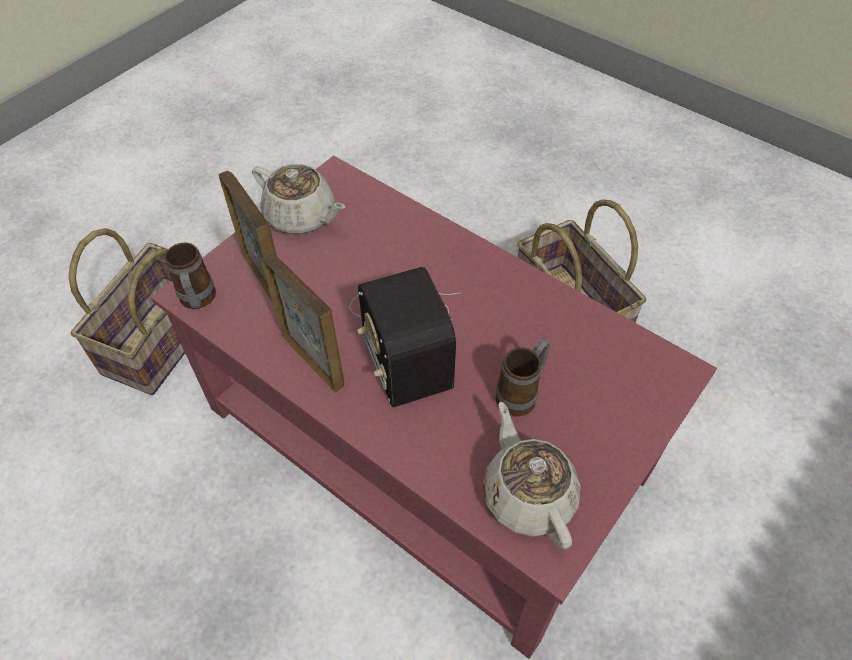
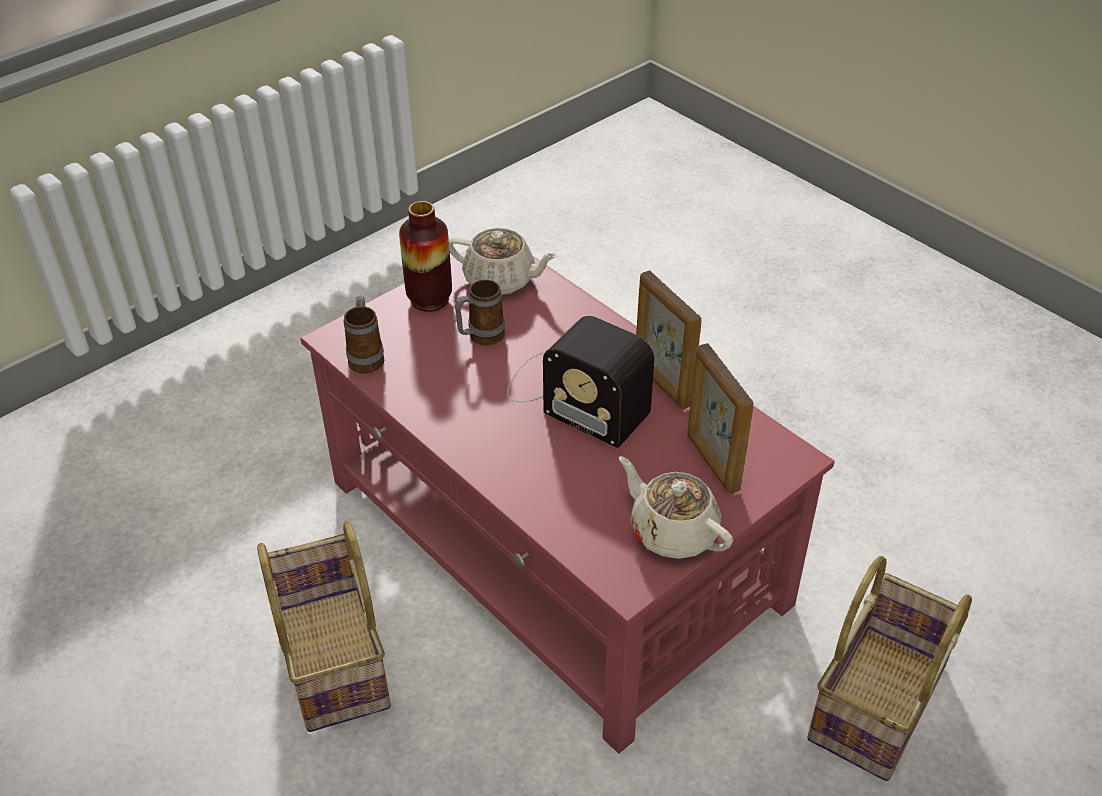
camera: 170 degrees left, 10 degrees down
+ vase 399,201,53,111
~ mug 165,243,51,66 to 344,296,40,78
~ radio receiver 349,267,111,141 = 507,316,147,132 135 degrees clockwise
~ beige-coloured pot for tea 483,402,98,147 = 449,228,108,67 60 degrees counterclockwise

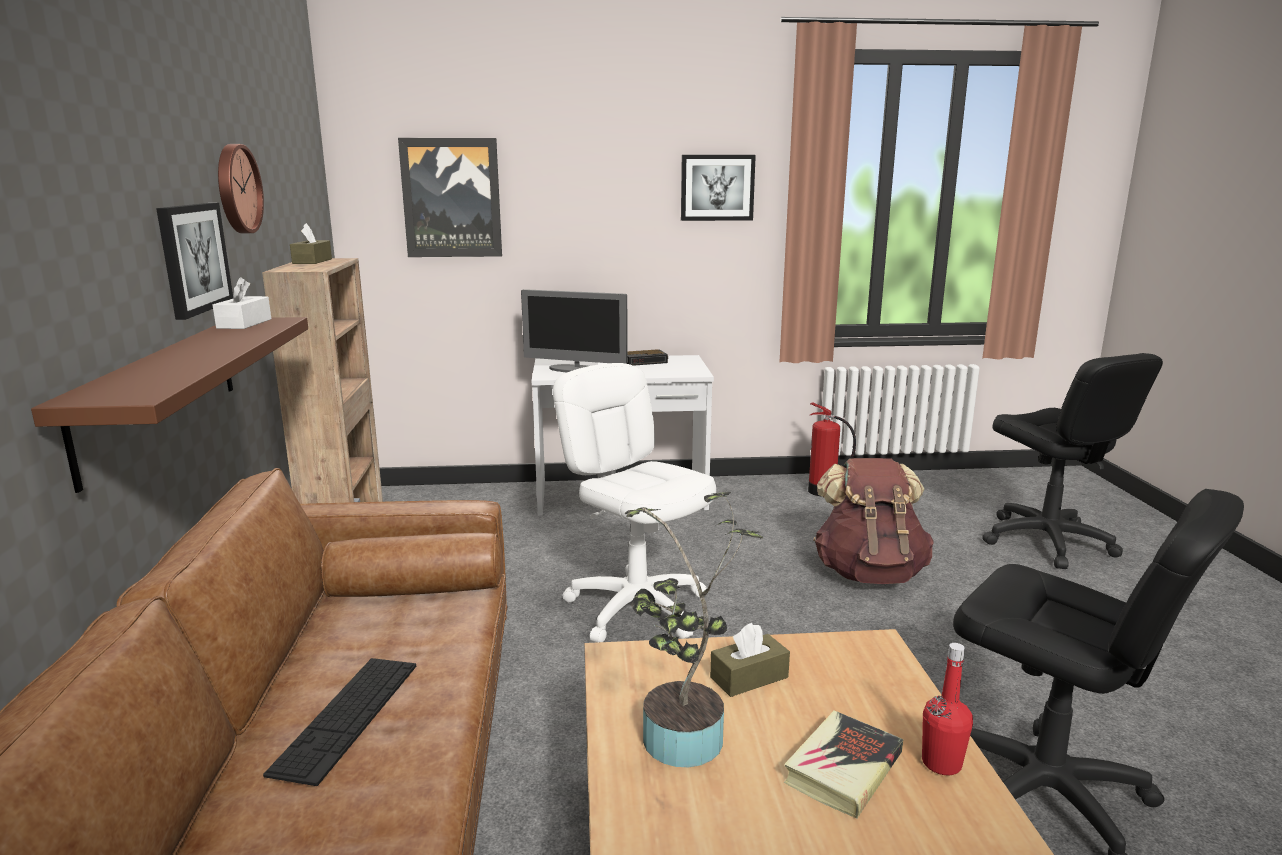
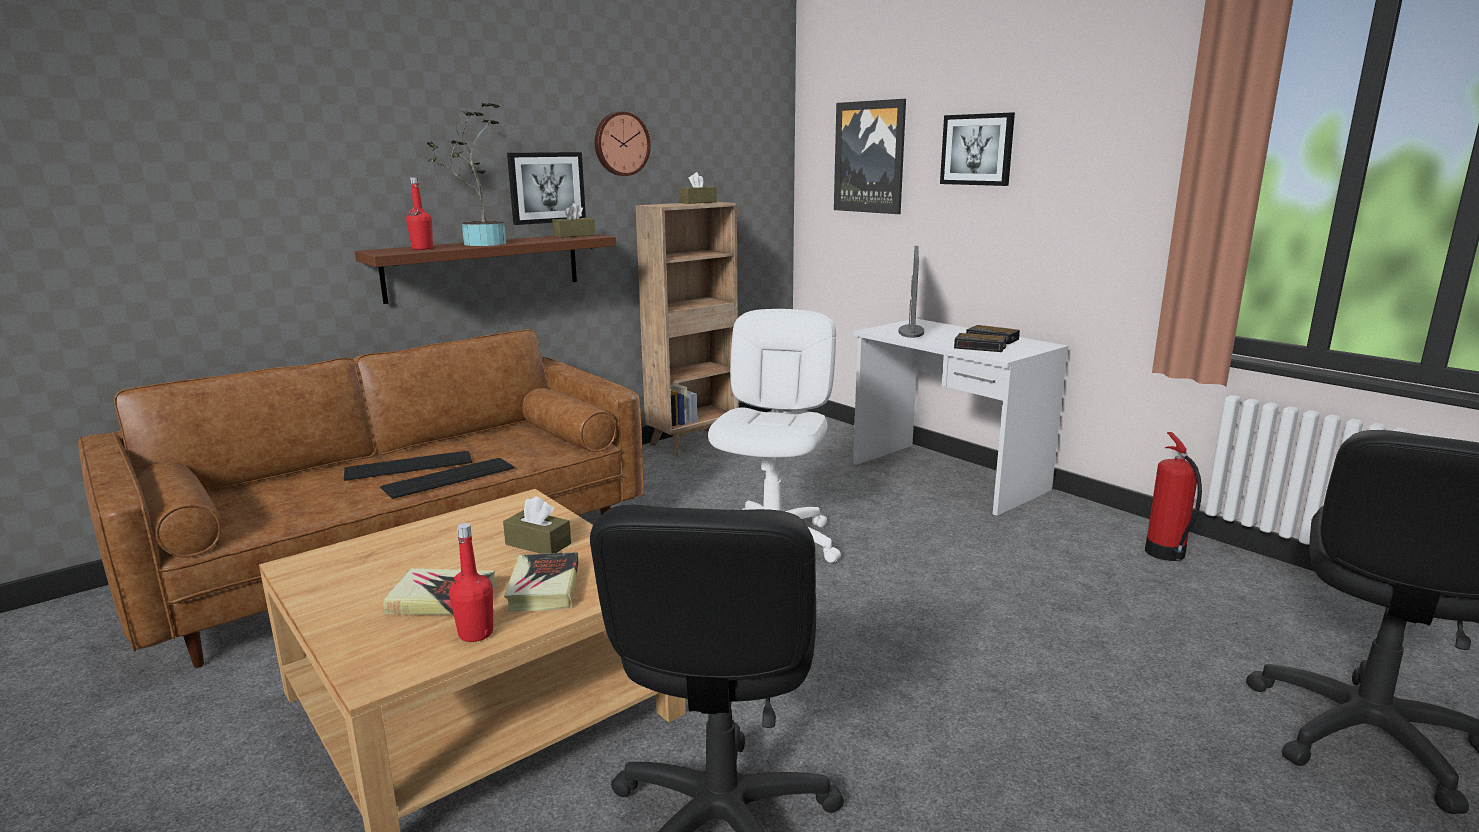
camera: 55 degrees right, 0 degrees up
- brown-coloured backpack 813,458,121,126
+ keyboard 380,458,134,41
+ red-coloured drink bottle 406,177,27,73
+ volume 504,552,74,59
+ bedside clock 954,333,52,19
~ plant in a pot 625,492,138,275 to 425,103,81,143
~ wall picture 681,155,75,66 to 940,113,75,73
~ white box of tissues 212,277,59,52 to brown-coloured box of tissues 552,203,43,35
~ computer screen 521,289,107,83 = 899,246,25,92 150 degrees counterclockwise

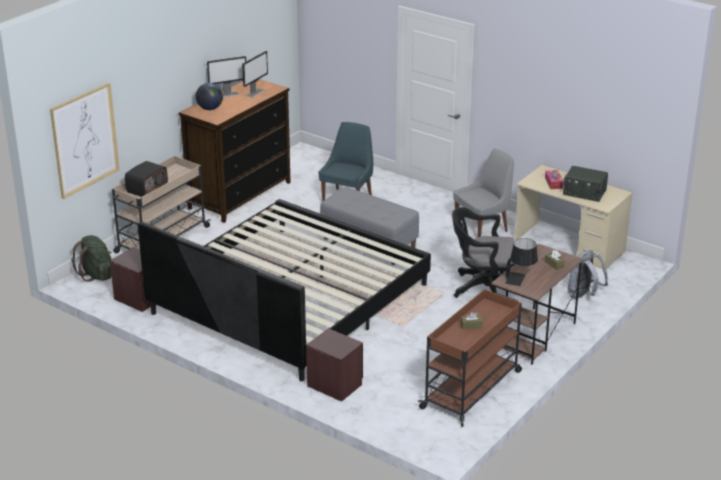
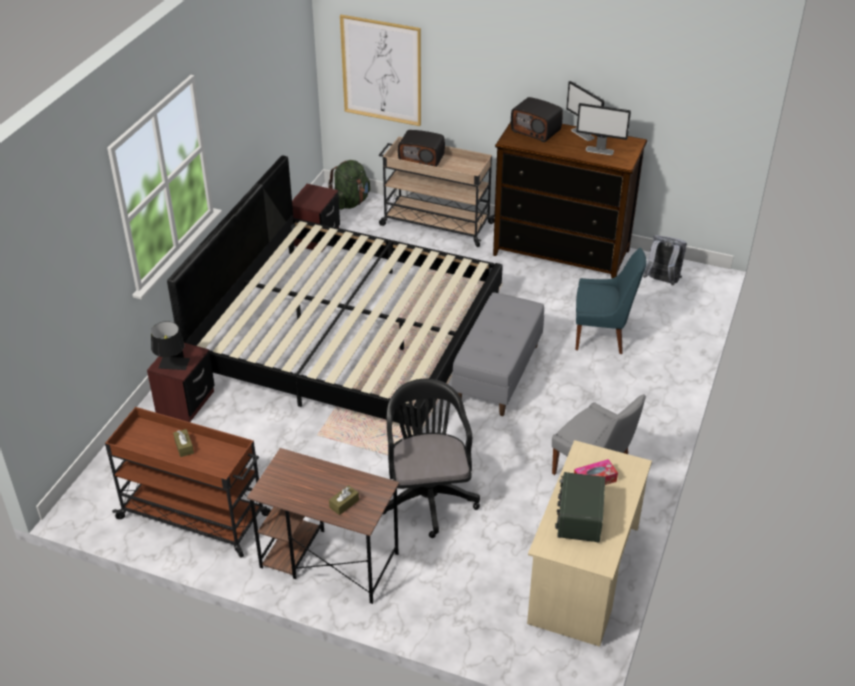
camera: 75 degrees right, 10 degrees up
~ blackish tabletop lamp 505,238,33,48 to 151,321,39,49
~ gray backpack 567,250,41,49 to 643,235,44,51
~ globe 196,83,27,27 to radio receiver 511,97,52,45

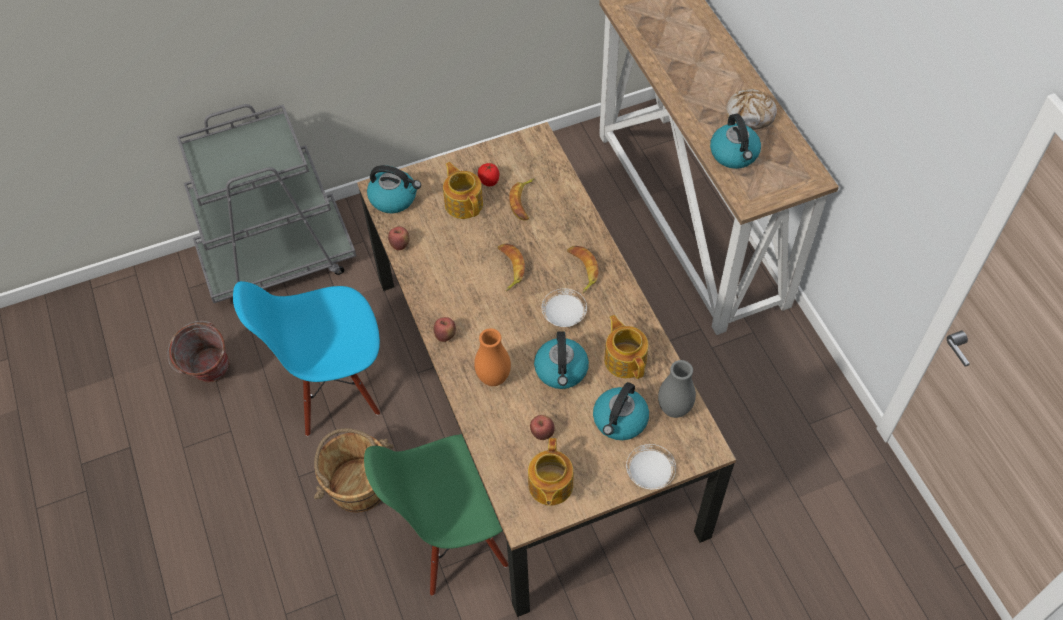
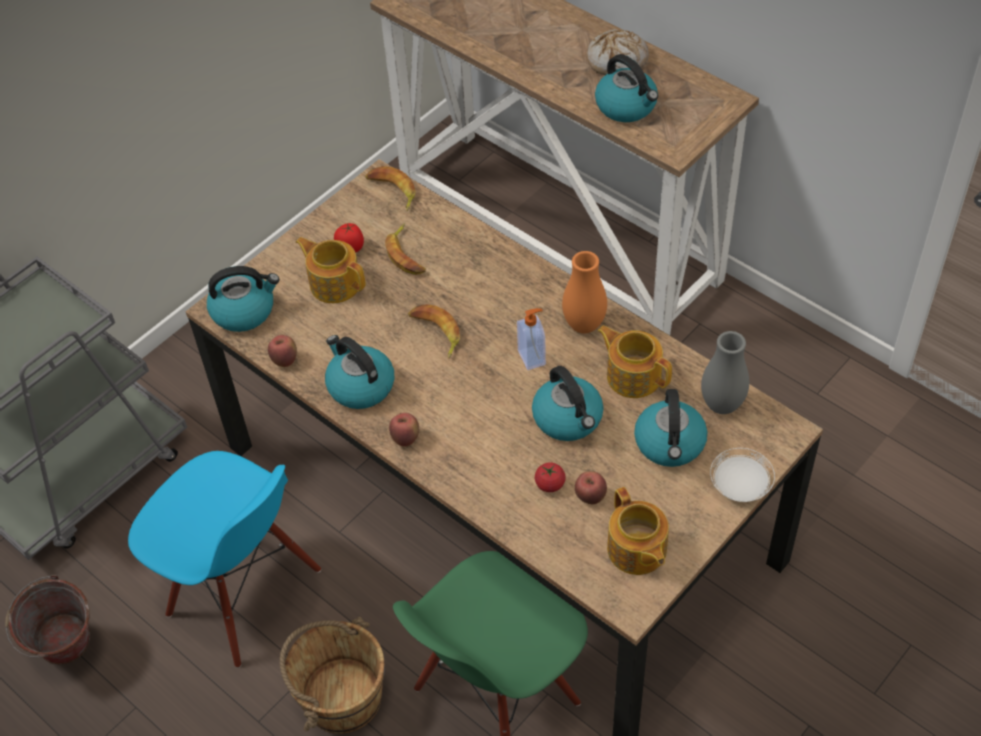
camera: 25 degrees left, 5 degrees down
+ tea kettle 325,335,69,74
+ whole tomato 535,462,31,30
~ orange-coloured vase 474,328,37,58 to 562,251,45,82
~ banana 567,246,31,47 to 365,166,51,45
~ white dinner plate 542,288,45,39 to liquid soap bottle 517,308,29,62
~ bluish chair 233,281,147,155 = 128,451,193,217 105 degrees counterclockwise

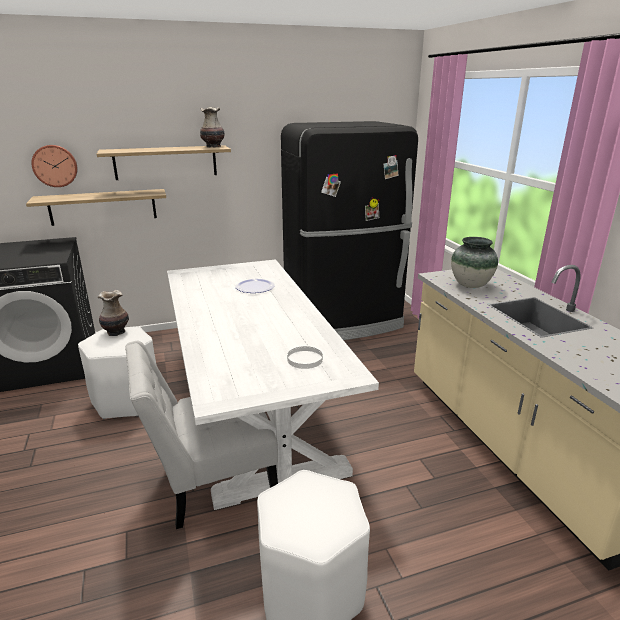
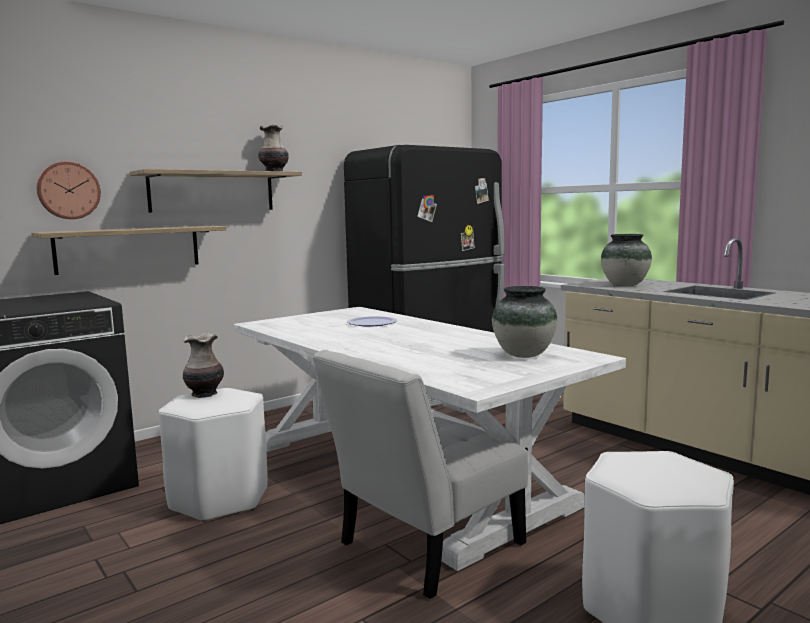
camera: 20 degrees left, 15 degrees down
~ white dinner plate 287,346,36,23 to vase 492,286,65,72

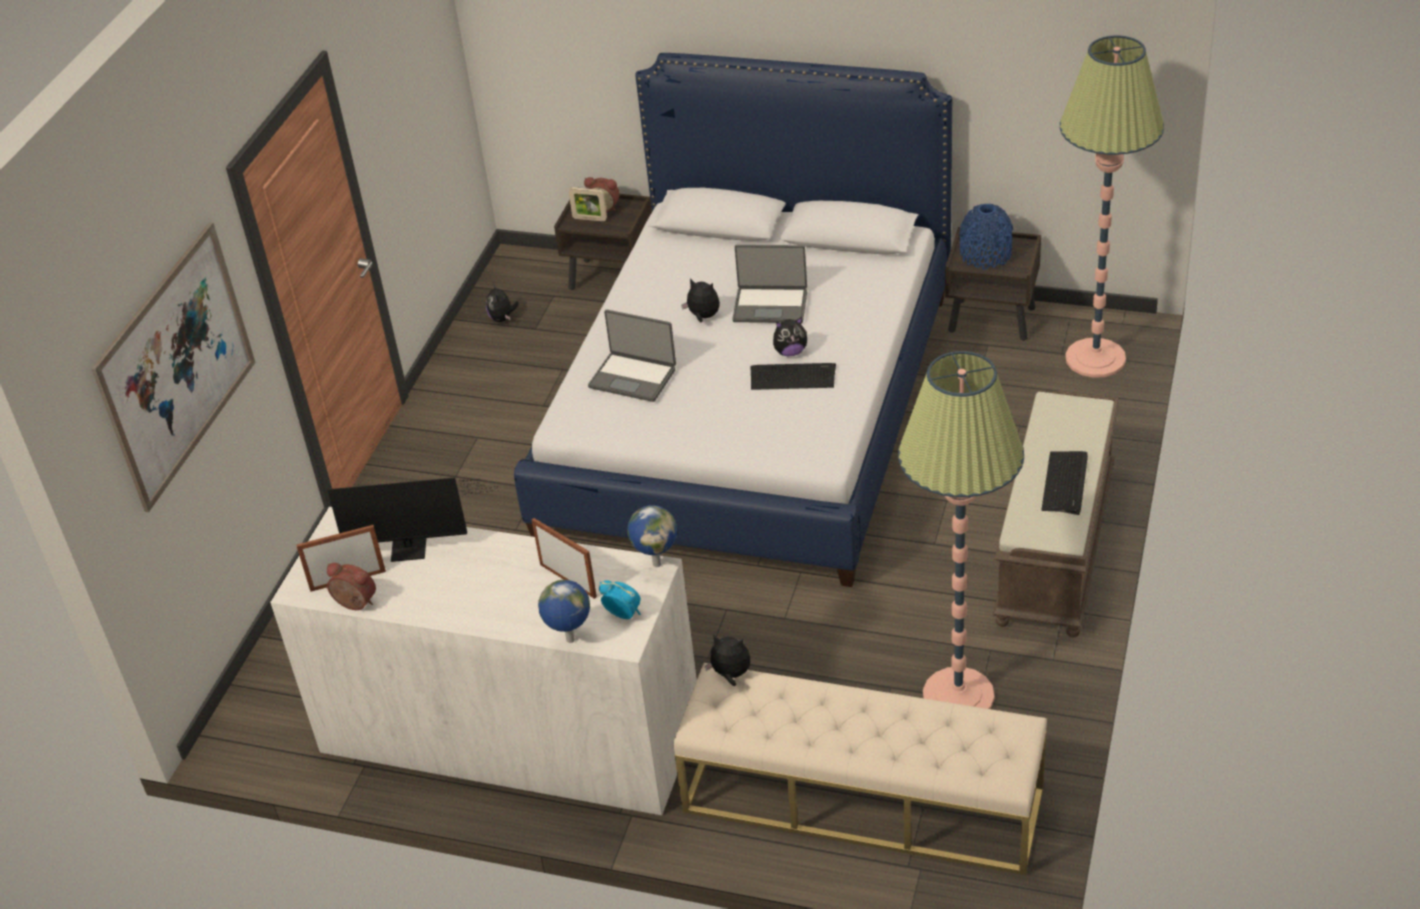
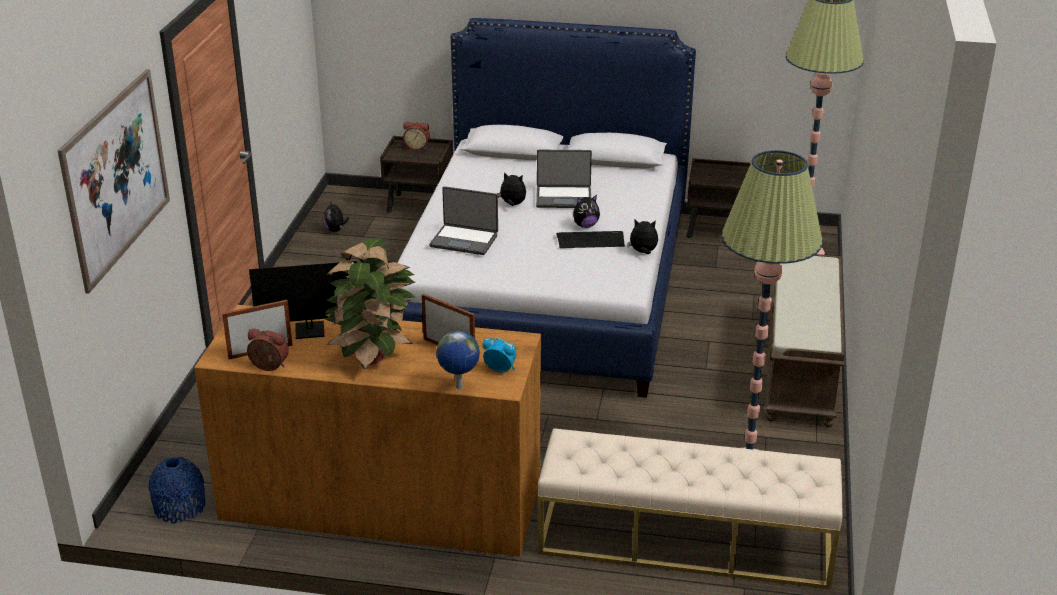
camera: 10 degrees left, 10 degrees down
- standing frame 569,187,38,34
- globe 627,505,50,62
- keyboard 1041,451,47,64
+ plant in a pot 324,238,91,132
~ soft toy 705,636,45,50 to 627,220,31,34
~ bluish vase 959,204,54,66 to 148,457,57,67
~ white dresser 270,507,427,308 to brown-coloured dresser 194,305,347,252

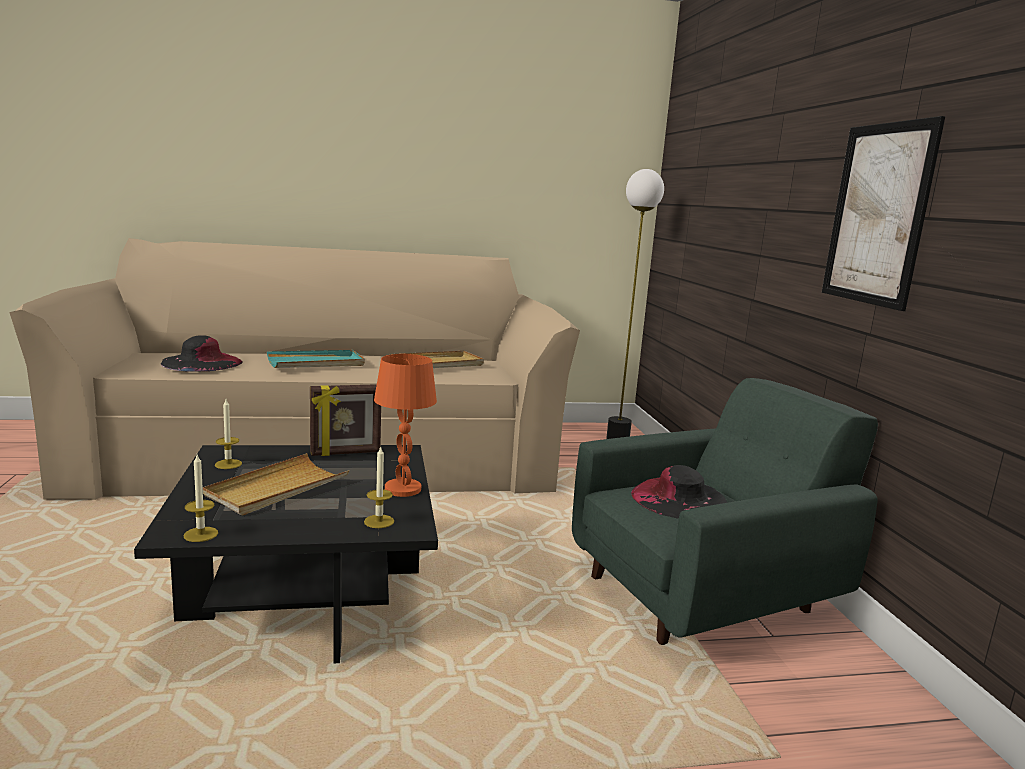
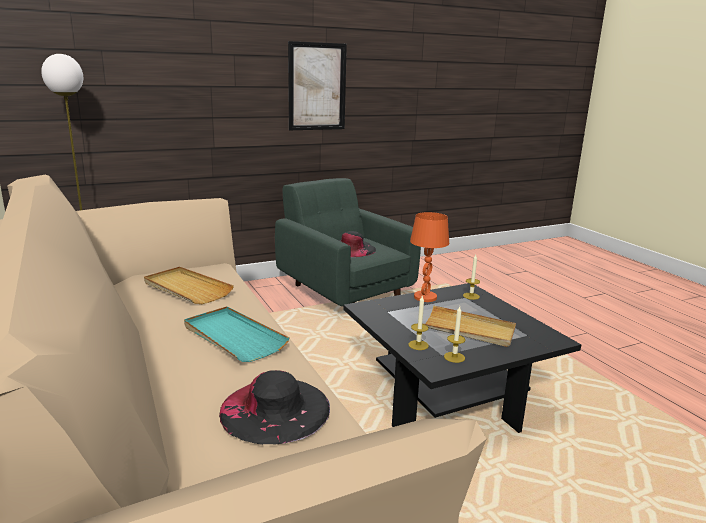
camera: 105 degrees left, 5 degrees up
- standing frame 310,384,71,72
~ wax candle 184,455,34,87 to 408,296,21,54

